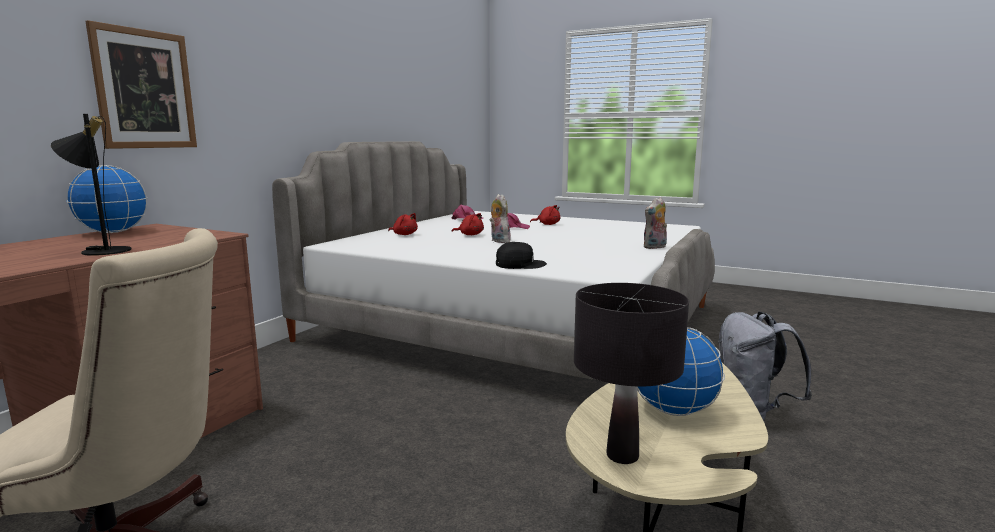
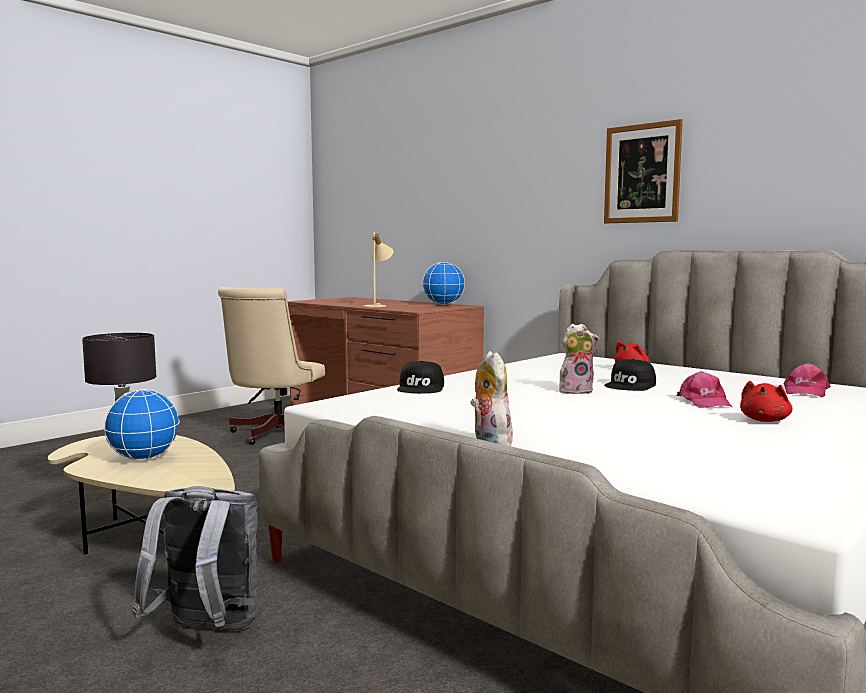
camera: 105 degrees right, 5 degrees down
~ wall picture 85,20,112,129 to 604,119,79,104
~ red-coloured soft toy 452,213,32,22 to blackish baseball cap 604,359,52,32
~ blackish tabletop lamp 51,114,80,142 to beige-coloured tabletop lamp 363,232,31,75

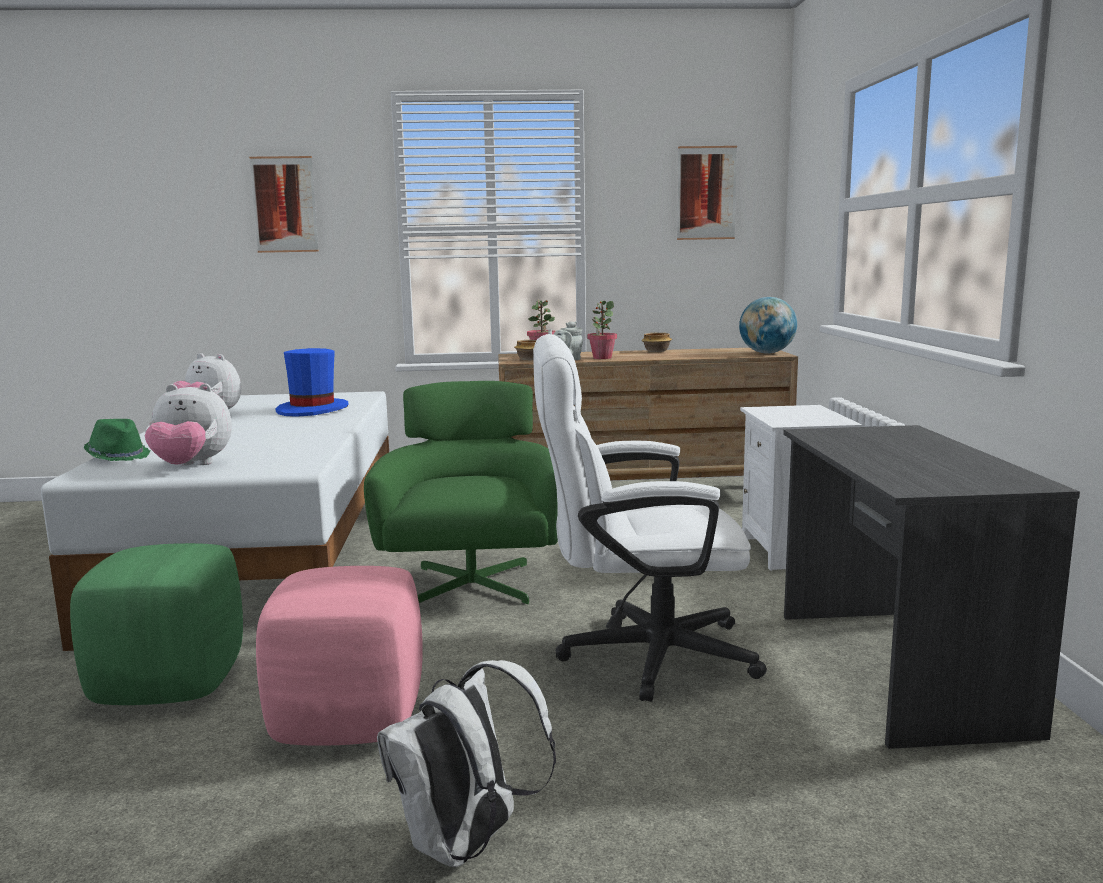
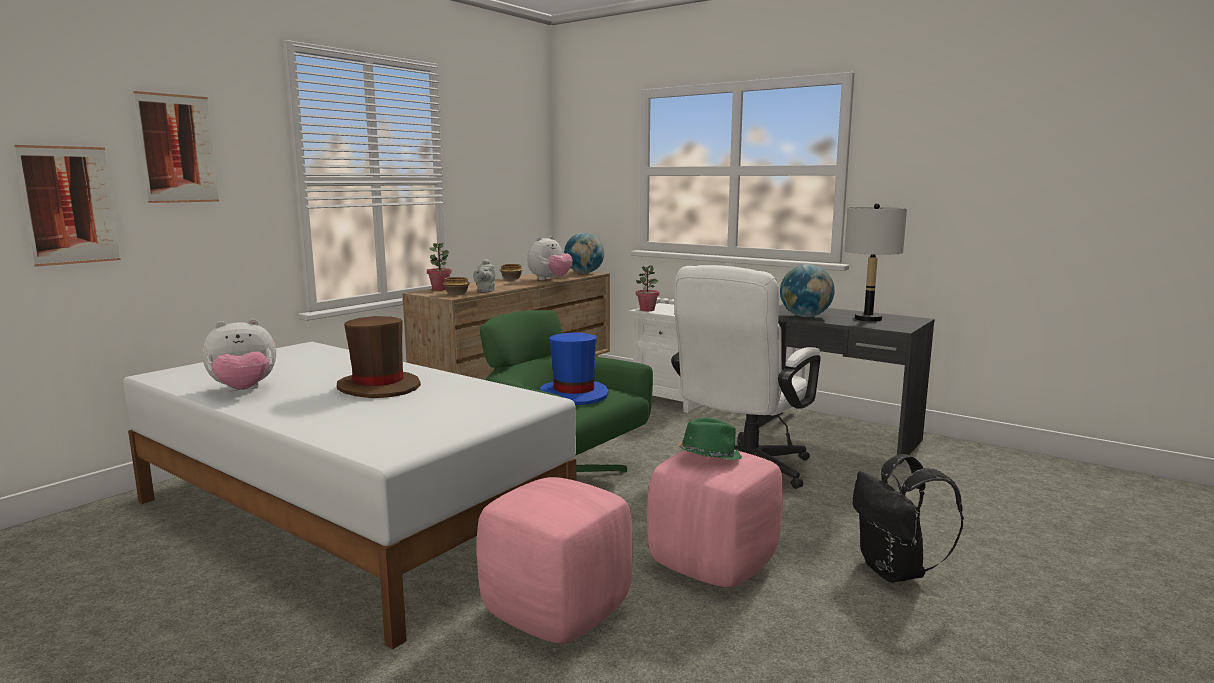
camera: 50 degrees left, 0 degrees up
+ brown-coloured wearable hat 337,316,84,82
+ globe 780,264,55,53
+ gray tabletop lamp 844,203,63,119
~ green-coloured wearable hat 84,419,66,42 to 677,418,65,42
~ soft toy 145,383,87,82 to 527,236,46,44
~ bluish wearable hat 275,348,74,68 to 540,332,69,73
~ plant in a pot 587,301,30,58 to 636,265,23,46
~ wall picture 677,146,60,94 to 14,145,107,122
~ green-coloured pouffe 70,543,173,162 to pinkish pouffe 477,477,156,166
~ white backpack 377,660,179,207 to blackish backpack 853,454,111,129

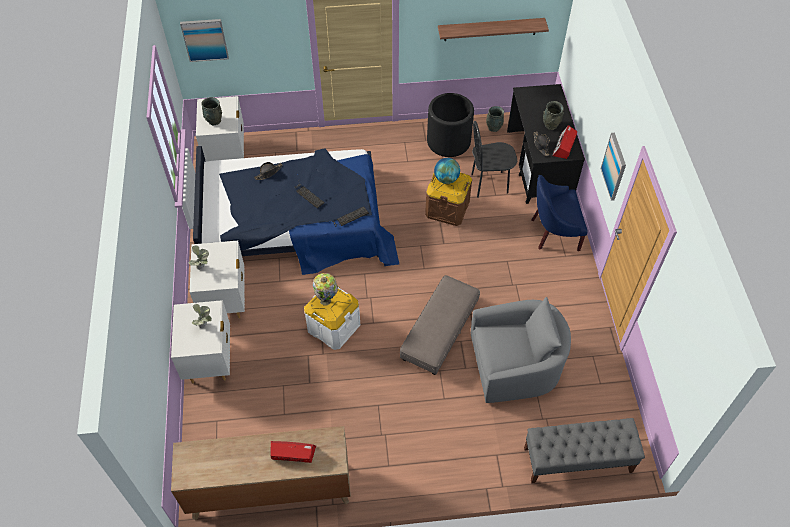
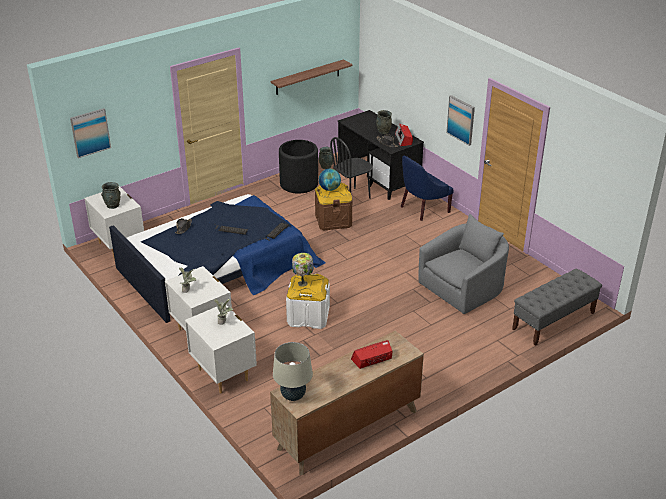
camera: 30 degrees left, 20 degrees down
- gray pouffe 400,275,80,100
+ beige-coloured tabletop lamp 273,342,40,59

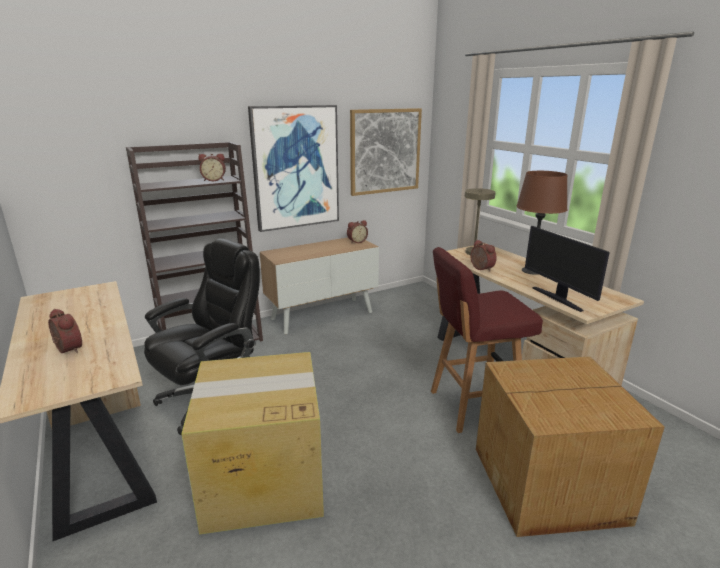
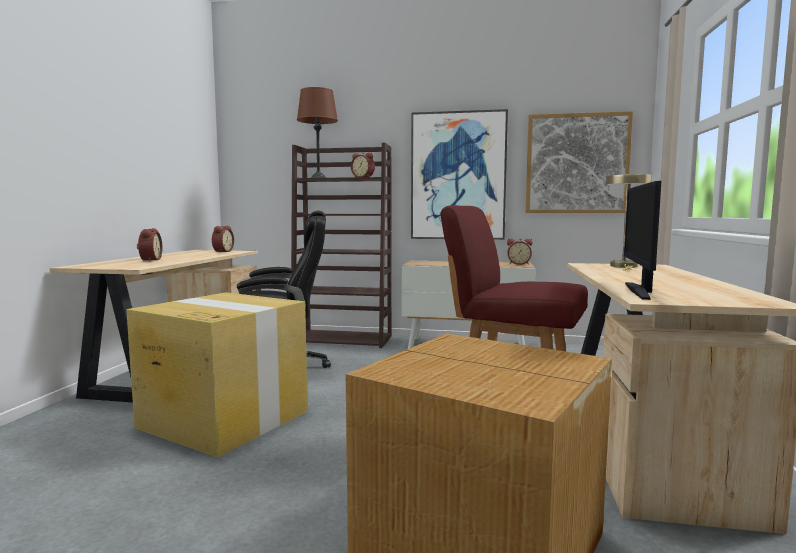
camera: 40 degrees right, 15 degrees down
~ bedside clock 471,240,26,31 to 212,226,22,26
~ brown-coloured tabletop lamp 517,171,51,104 to 297,87,41,91

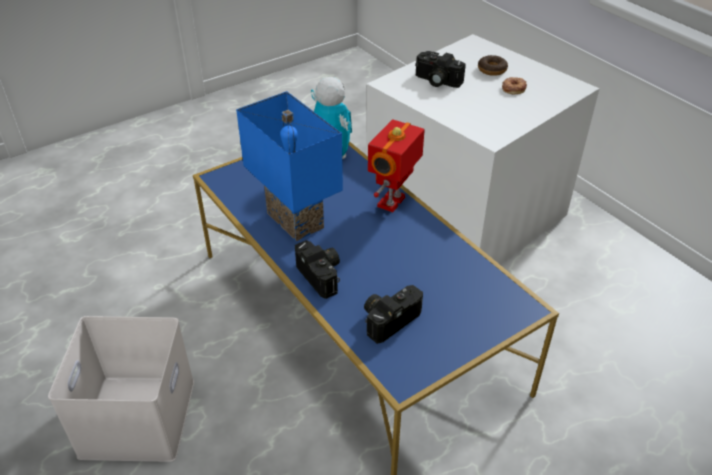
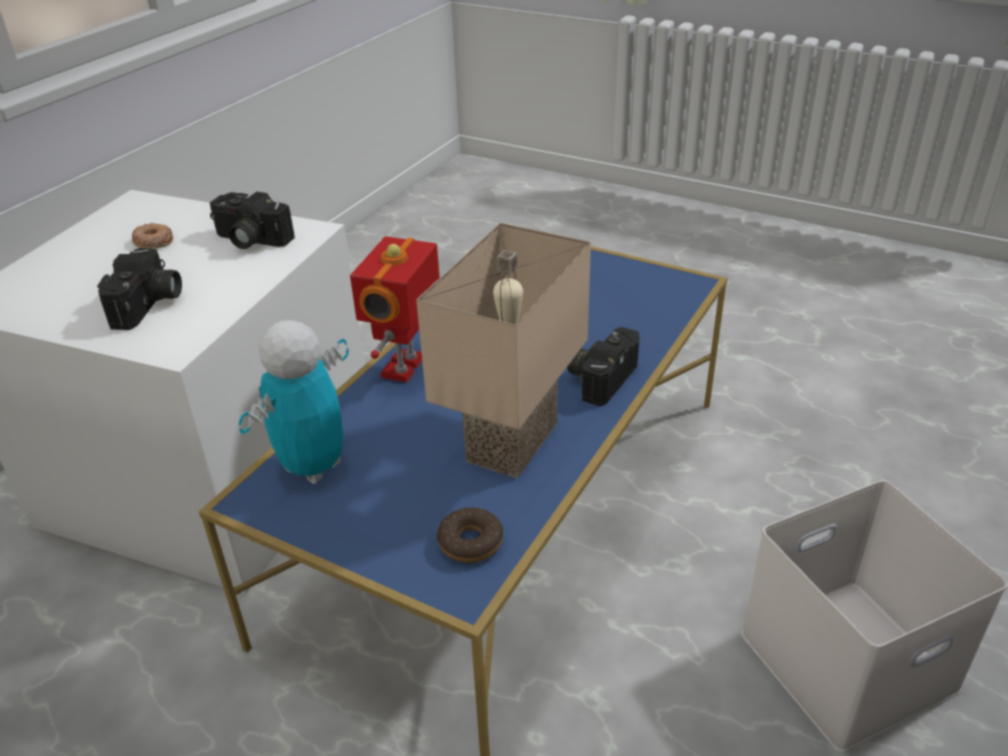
camera: 115 degrees left, 5 degrees down
~ still camera 364,285,59,59 to 210,192,85,57
~ donut 478,55,30,21 to 437,507,66,56
~ bluish tabletop lamp 236,91,107,150 to beige-coloured tabletop lamp 416,223,175,256
~ toy robot 368,119,57,93 = 350,236,90,146 105 degrees clockwise

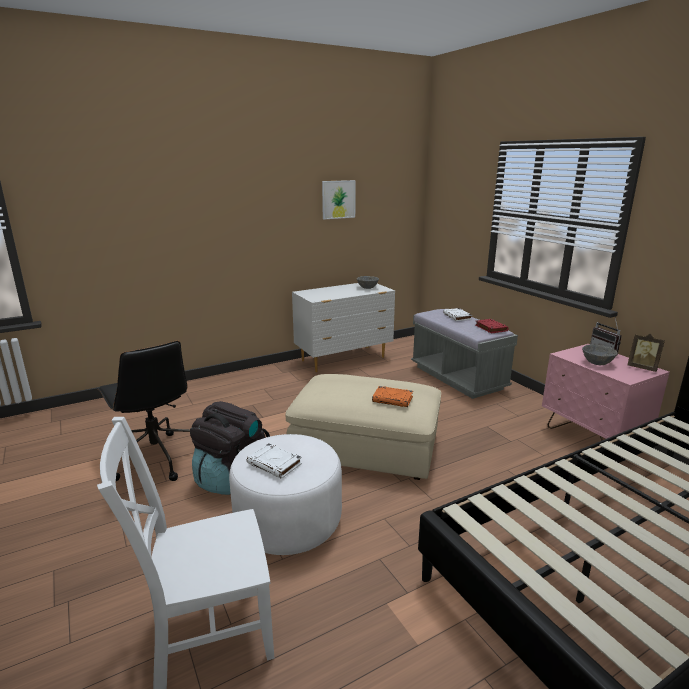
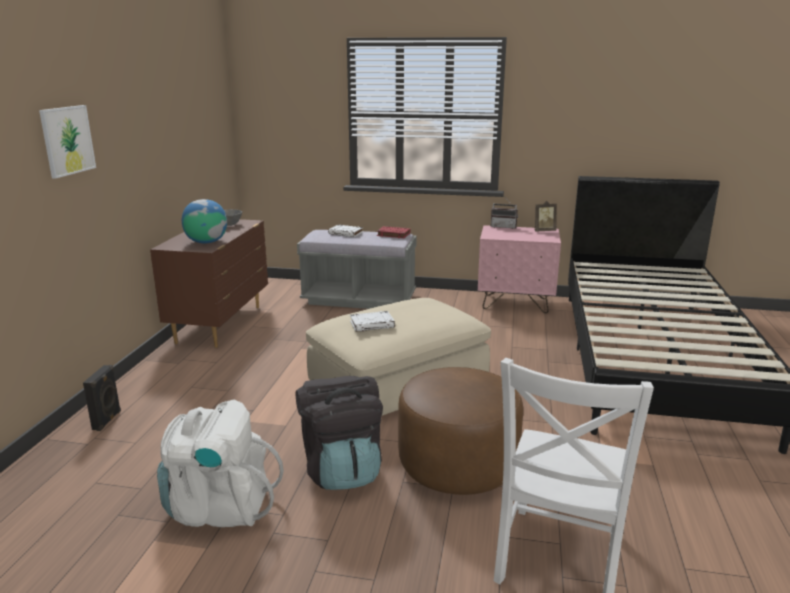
camera: 50 degrees left, 0 degrees up
- orange-coloured volume 372,386,41,21
- gray bowl 582,344,36,21
+ blackish speaker 83,365,38,66
+ globe 182,199,45,44
~ white volume 247,443,55,36 to 350,311,45,21
~ wall picture 322,180,34,39 to 39,105,57,74
~ blackish computer chair 98,341,92,140 to white backpack 157,400,127,127
~ white pouffe 229,434,113,121 to brown-coloured pouffe 398,367,125,128
~ white dresser 292,283,103,89 to brown-coloured dresser 150,219,118,129

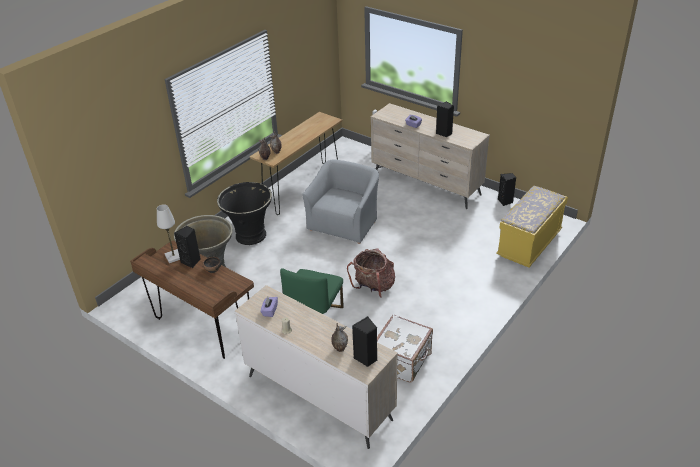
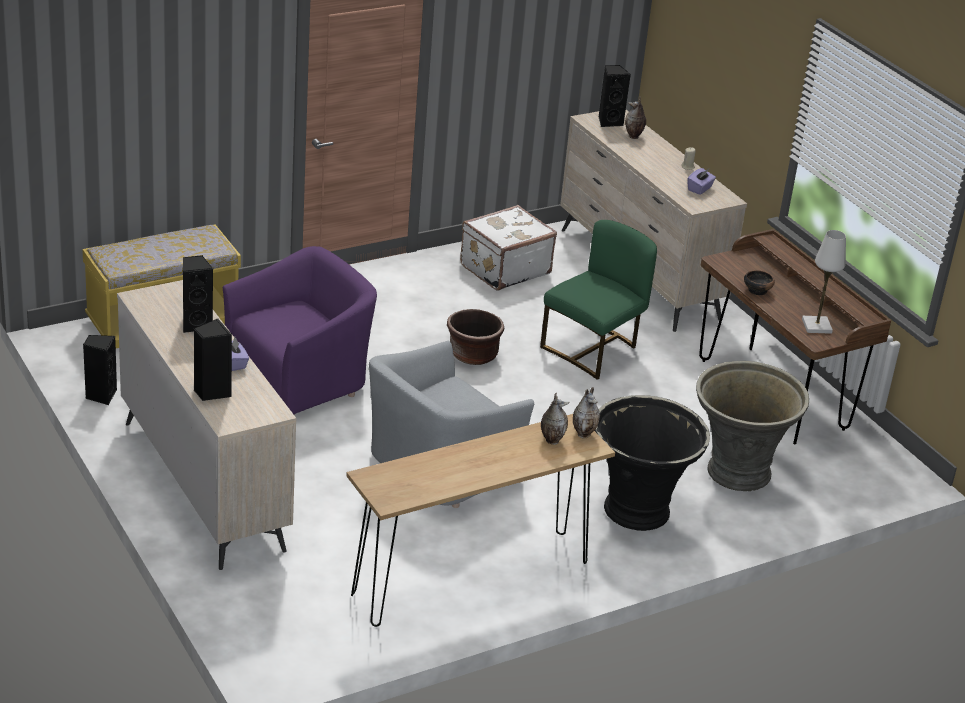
camera: 160 degrees left, 5 degrees down
+ purple armchair 223,246,154,170
~ blackish speaker 174,226,27,42 to 193,319,39,82
~ backpack 347,249,48,49 to brown-coloured plant pot 447,309,57,56

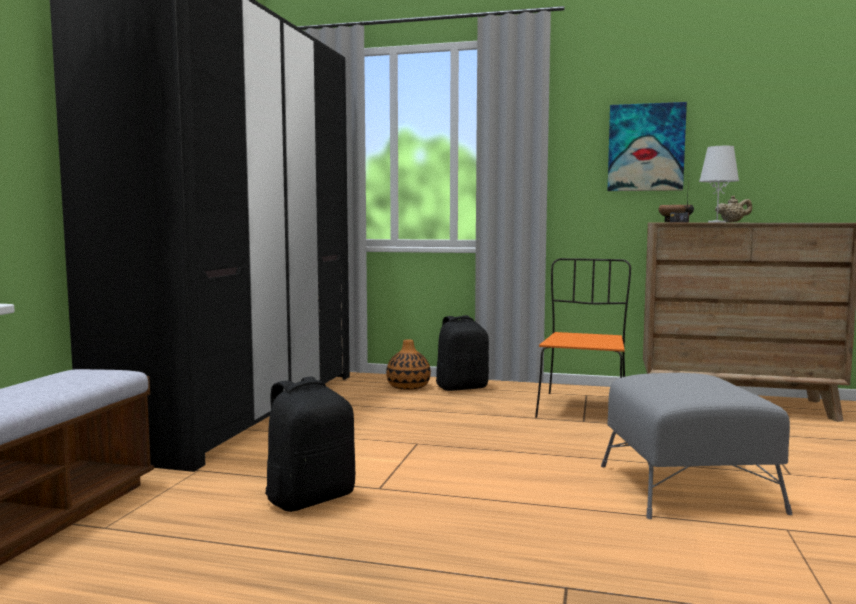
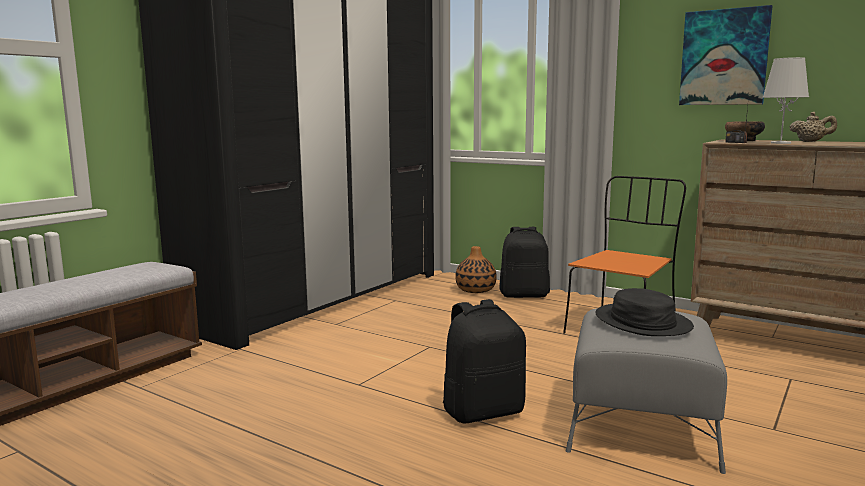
camera: 20 degrees right, 5 degrees up
+ blackish wearable hat 595,288,99,48
~ blackish backpack 265,376,90,136 to 443,299,83,124

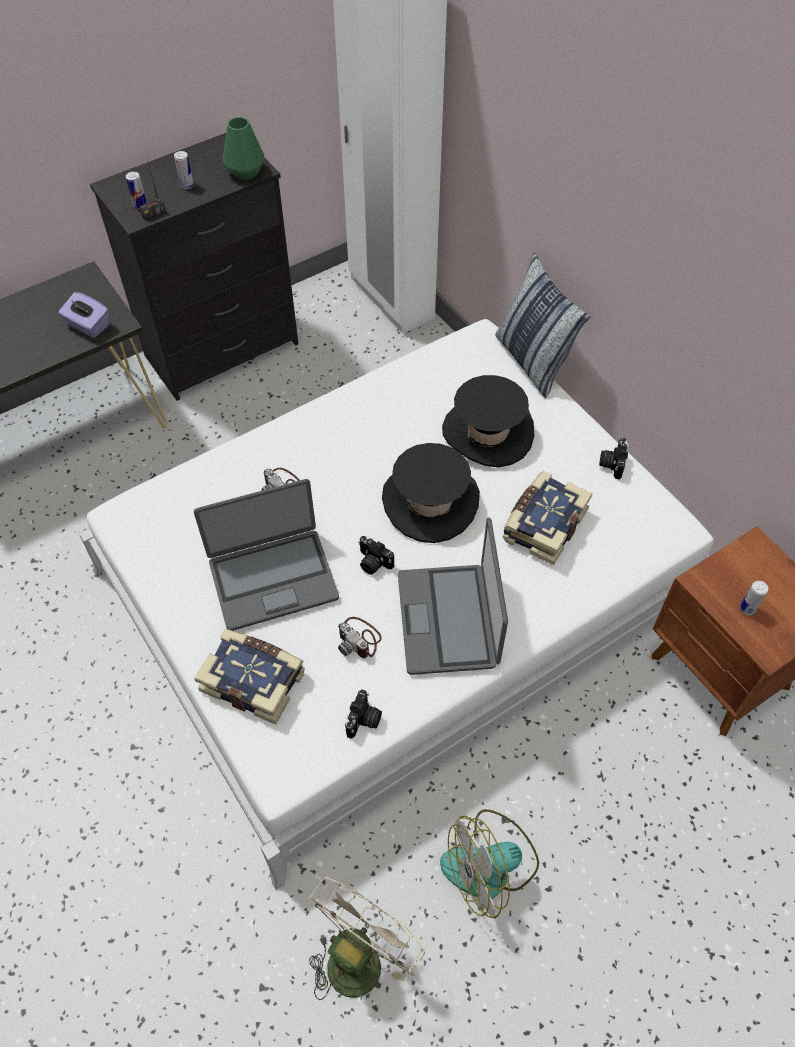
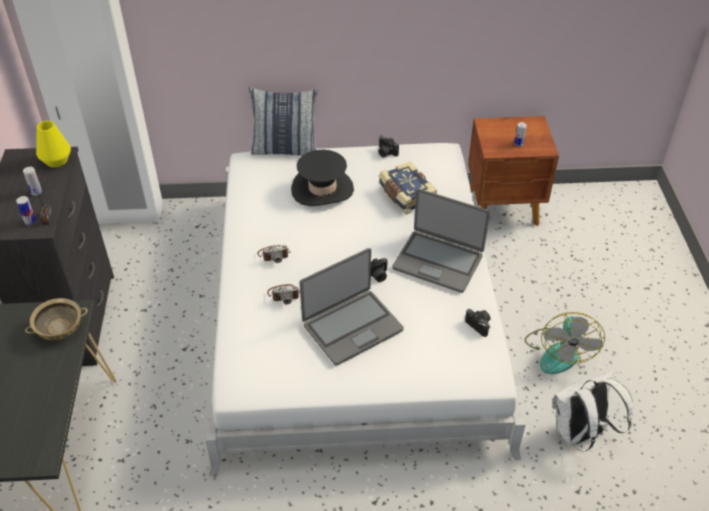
camera: 60 degrees left, 10 degrees down
- volume 194,629,111,96
- blackish wearable hat 382,443,98,100
~ still camera 338,617,44,41 to 257,245,34,18
~ purple box of tissues 58,292,51,46 to beige-coloured bowl 25,298,63,42
~ beige-coloured electric fan 308,877,117,123 to white backpack 553,371,80,81
~ green-coloured vase 223,117,41,63 to yellow vase 36,121,35,46
~ laptop 194,479,145,152 = 299,248,105,118 45 degrees clockwise

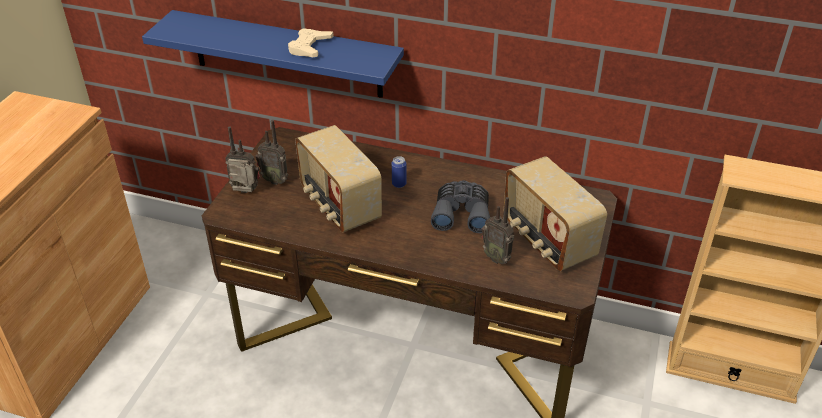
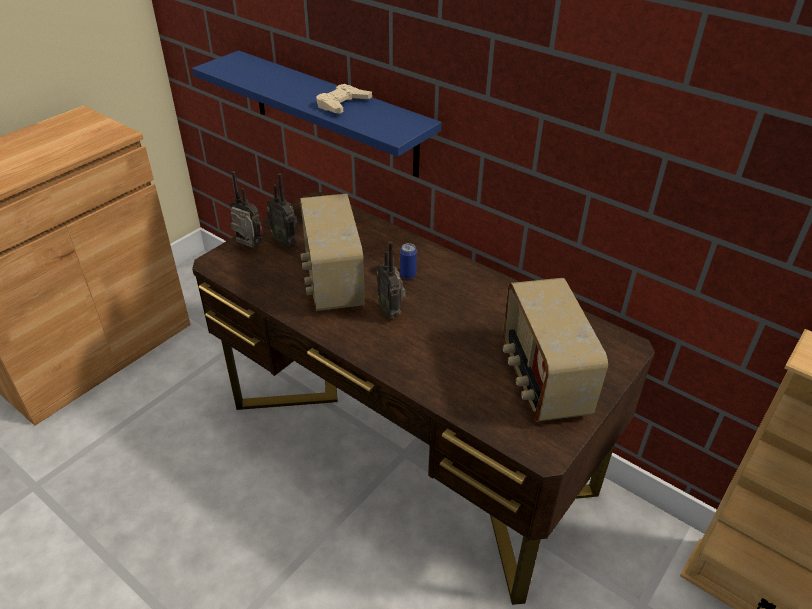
camera: 20 degrees right, 0 degrees up
- gray field glasses 431,180,59,53
~ radio receiver 481,197,33,68 to 377,241,29,78

